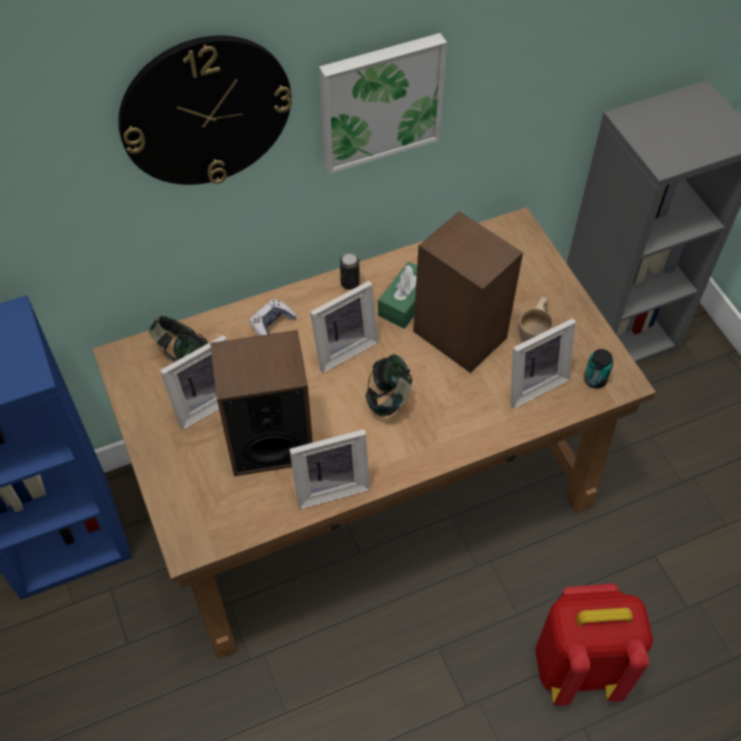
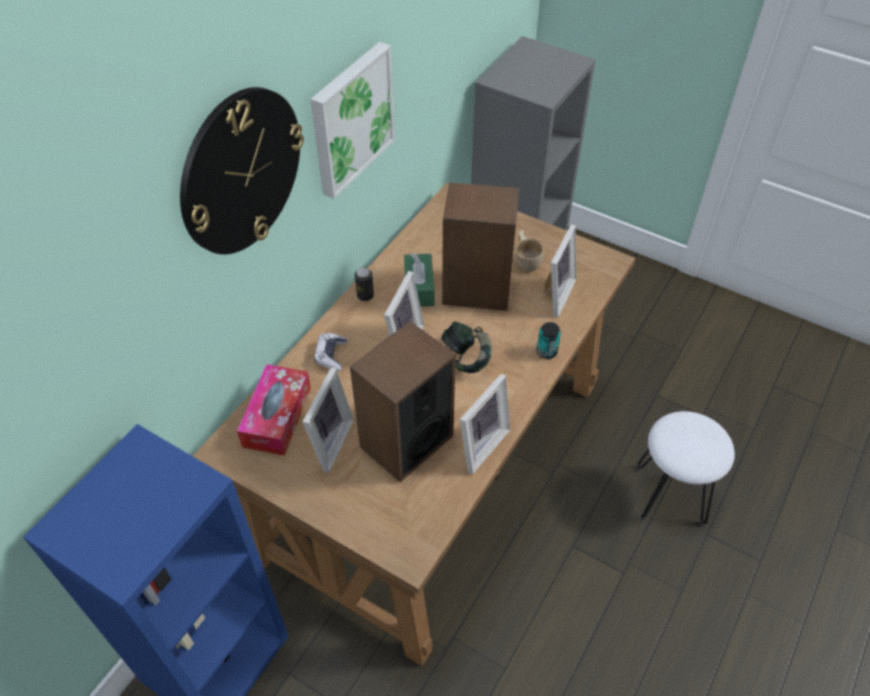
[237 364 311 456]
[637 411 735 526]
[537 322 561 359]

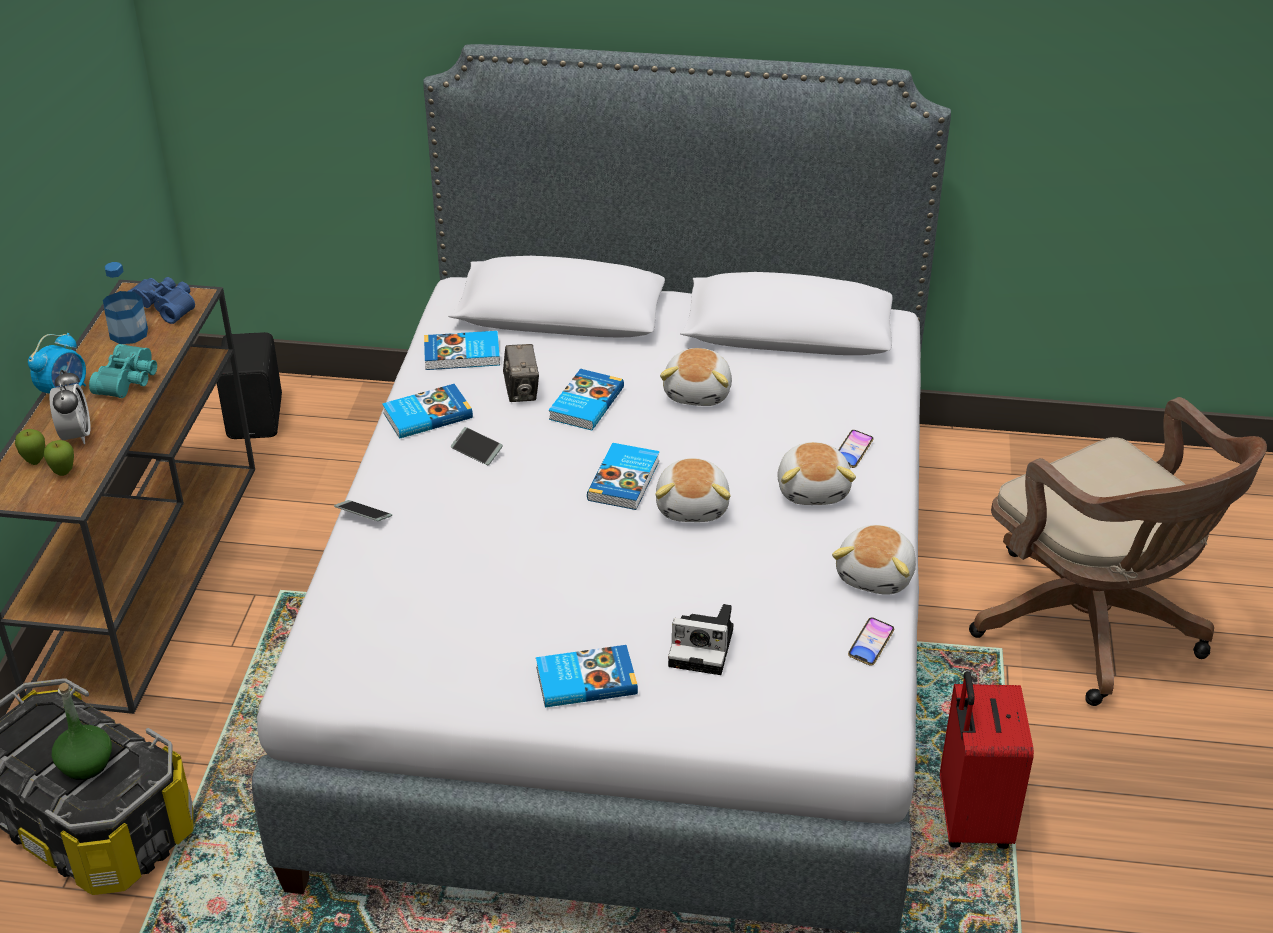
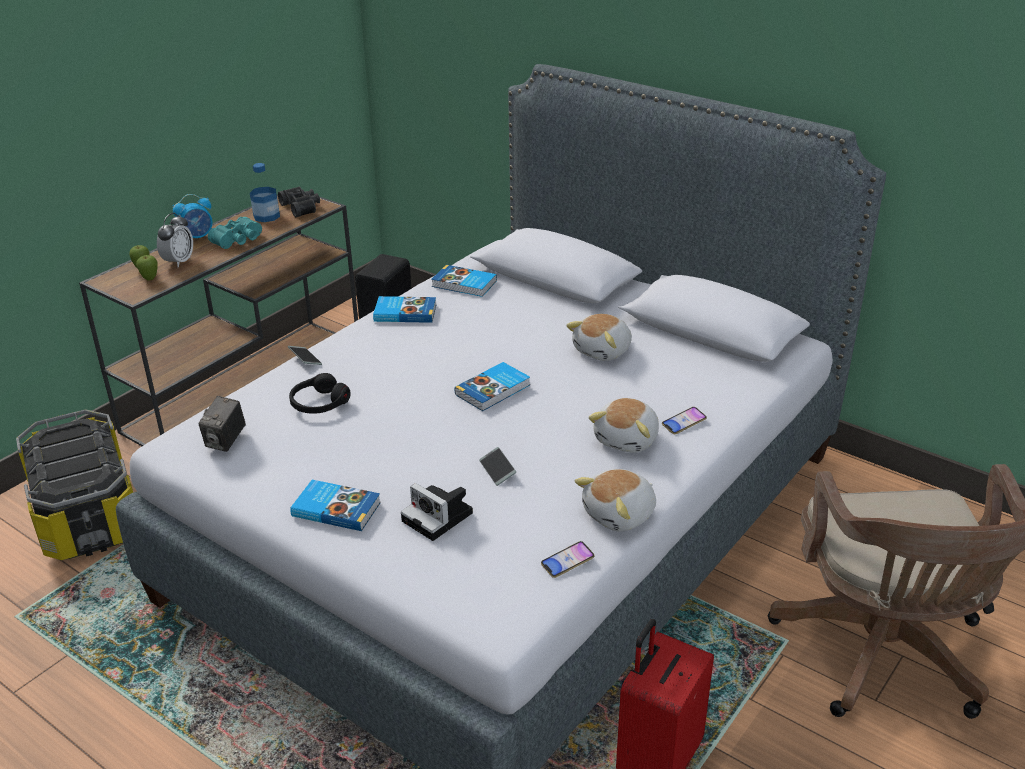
[52 683 112 780] (first image)
[278 186 320 217]
[479 447 516 486]
[199 396 246 452]
[549 369 624 431] (first image)
[655 458 731 522] (first image)
[289 373 351 414]

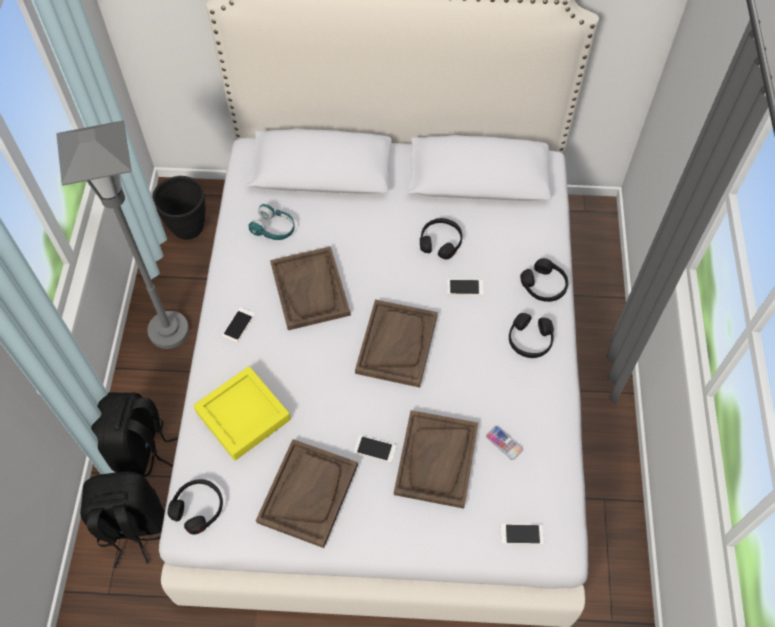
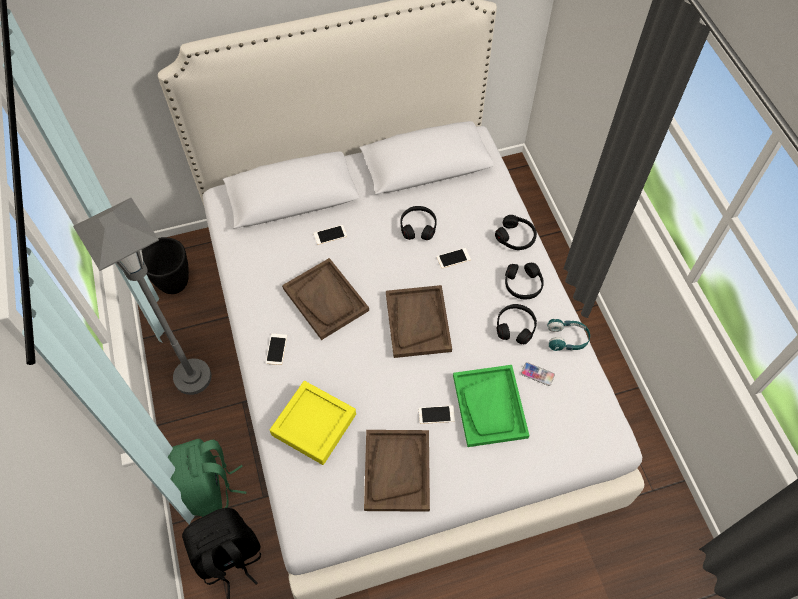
[168 439 246 517]
[497 304 537 345]
[547 319 590 351]
[453 365 530 447]
[314 225 347 245]

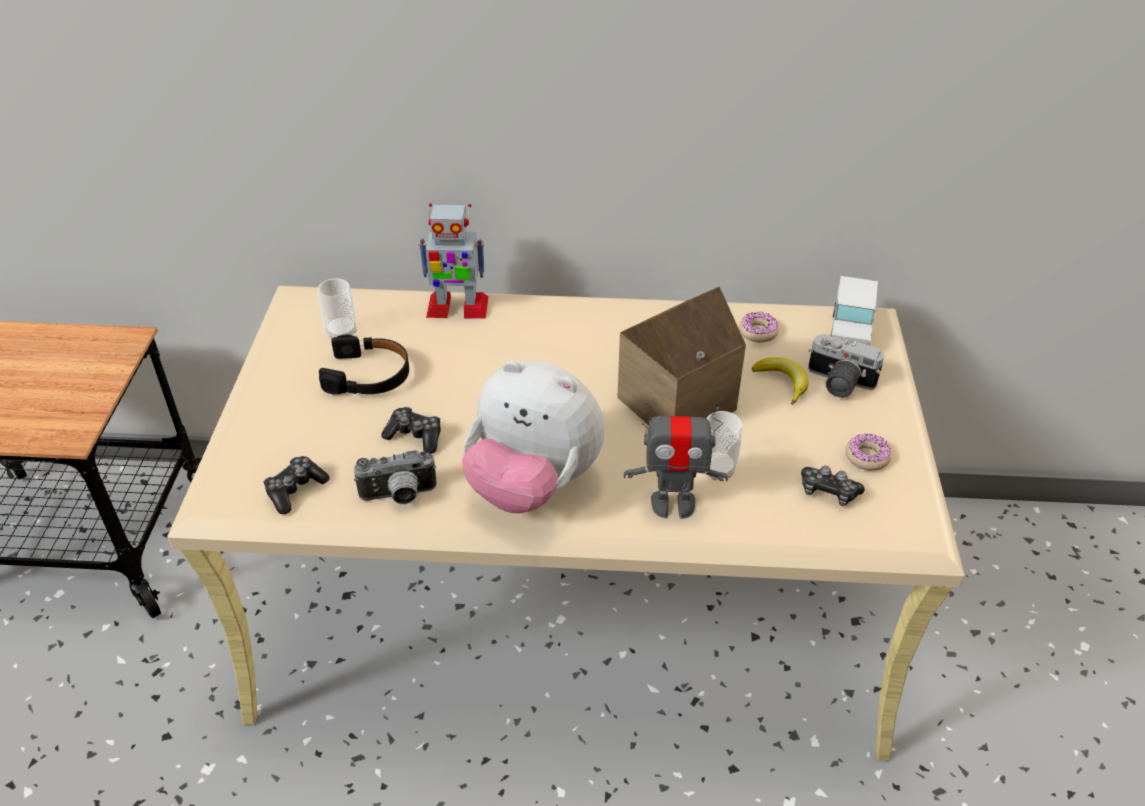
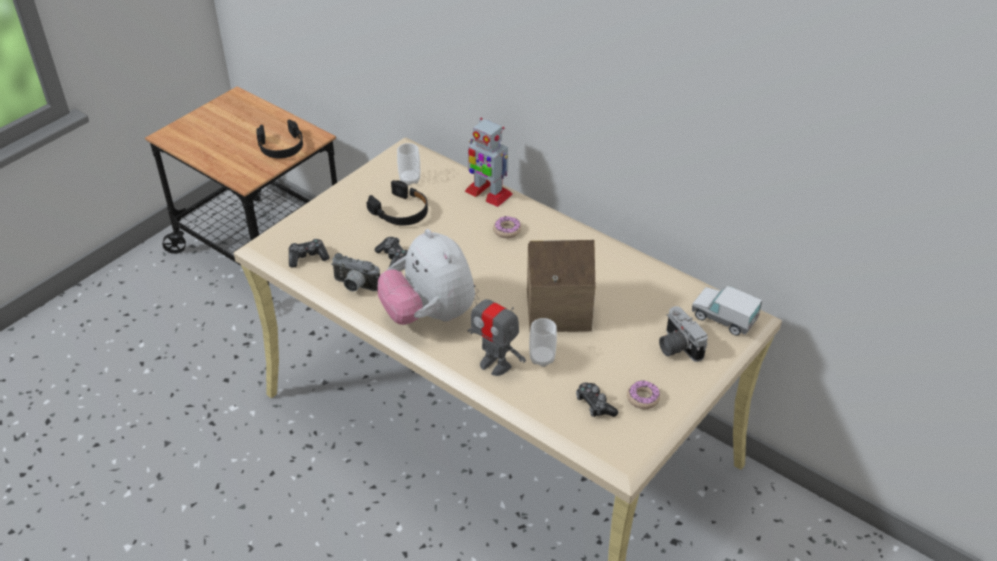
[493 216 521 238]
[752 357 808 405] (first image)
[692 286 762 336]
[256 119 303 159]

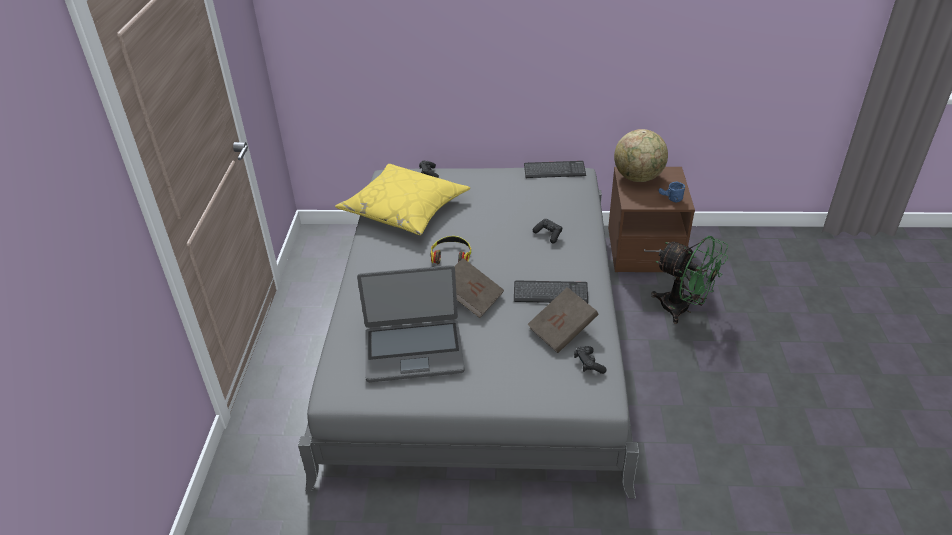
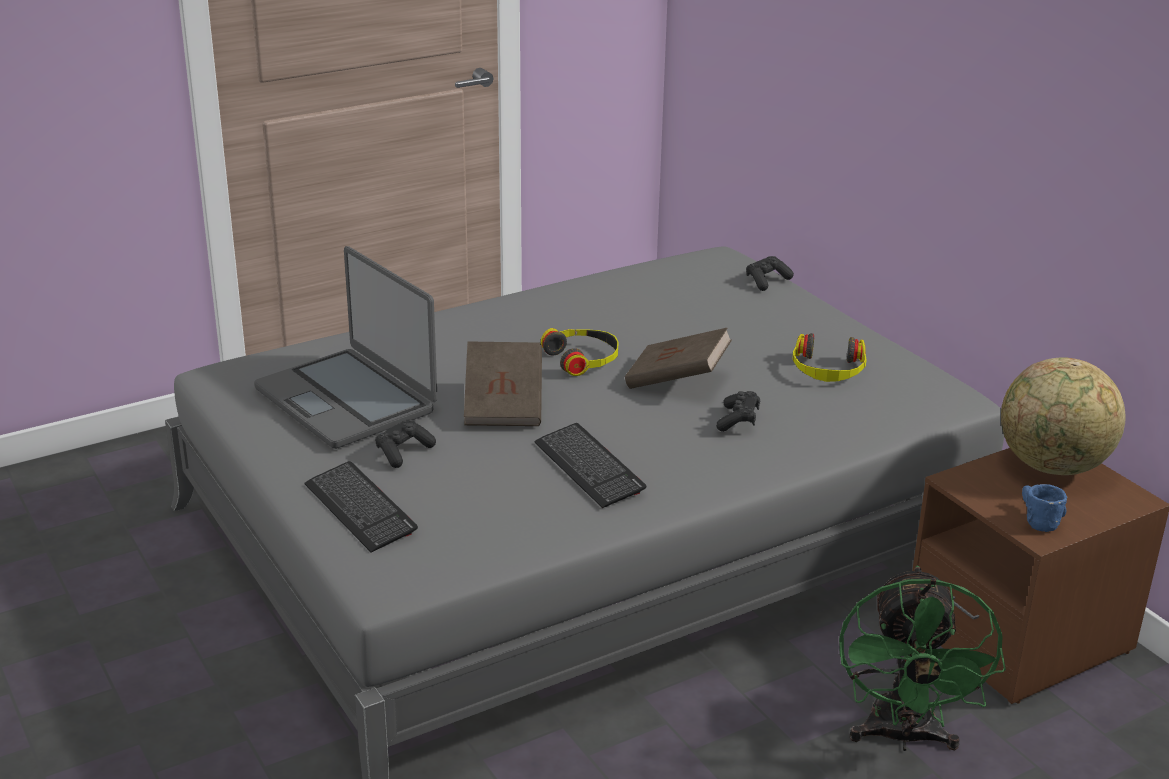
[335 164 470 235] (first image)
[305 461 418 552]
[625 328 732 389]
[375 420 436 468]
[792 333 867 382]

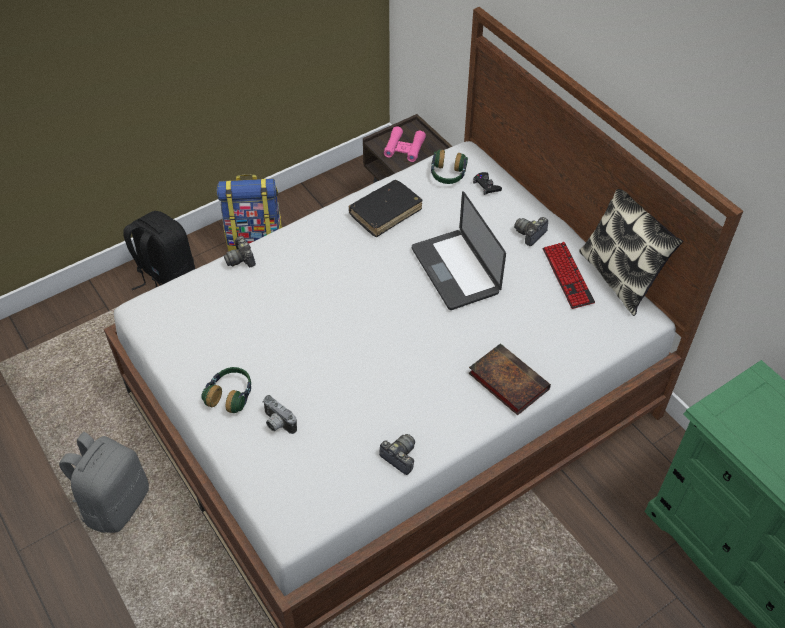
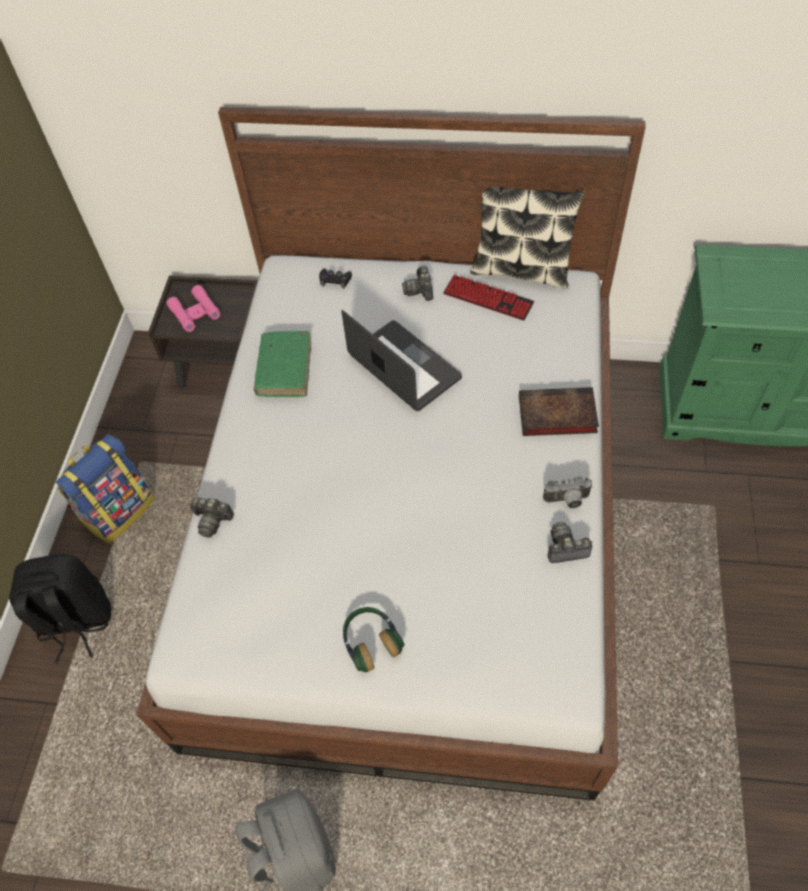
[543 476 593 508]
[254 331 311 397]
[341 310 462 411]
[431 150 468 184] (first image)

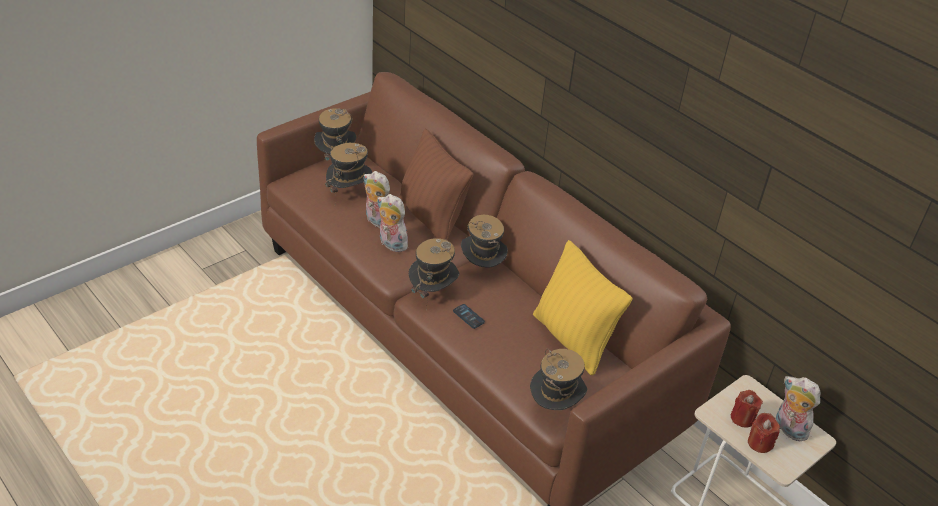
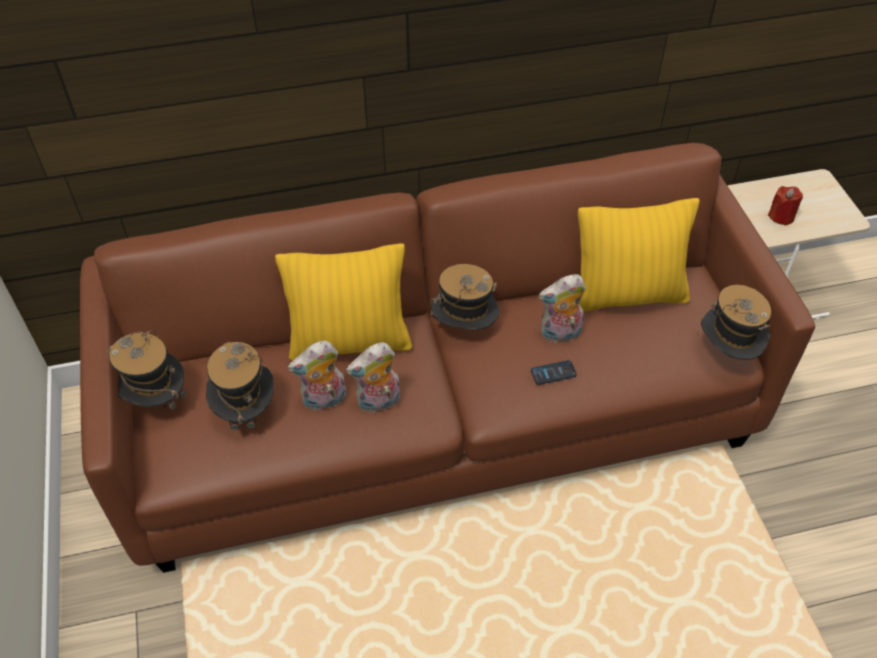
[275 243 412 361]
[408 238 460 311] (first image)
[748 413 780 453] (first image)
[539 274 586 343]

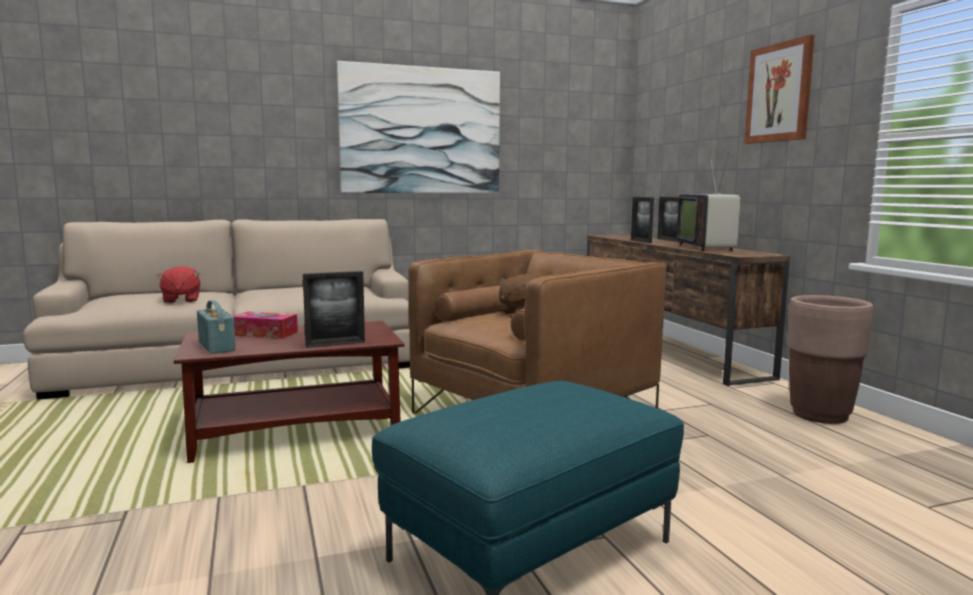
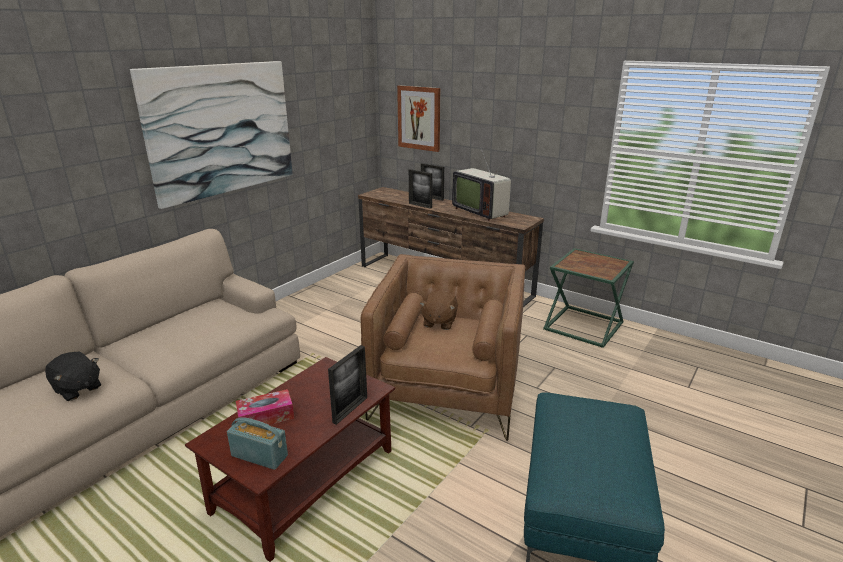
[45 352 101 401]
[397 85 440 152]
[543 248 634 348]

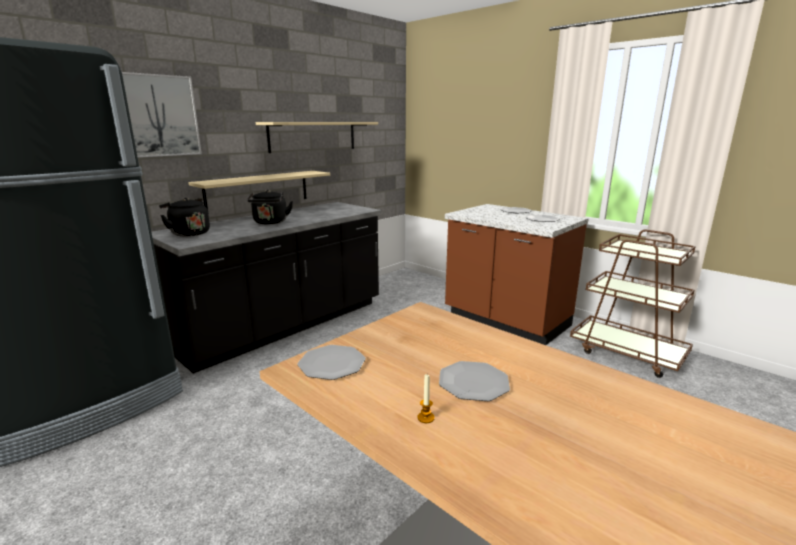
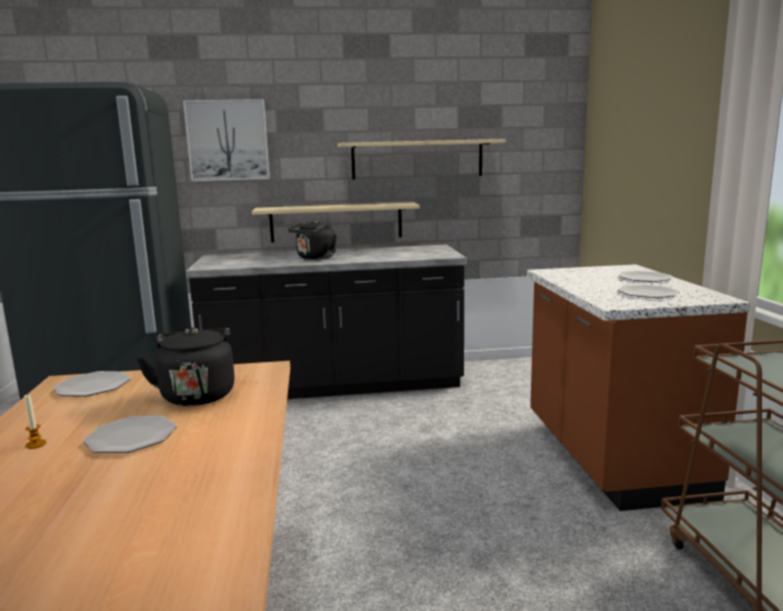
[137 328 235 406]

